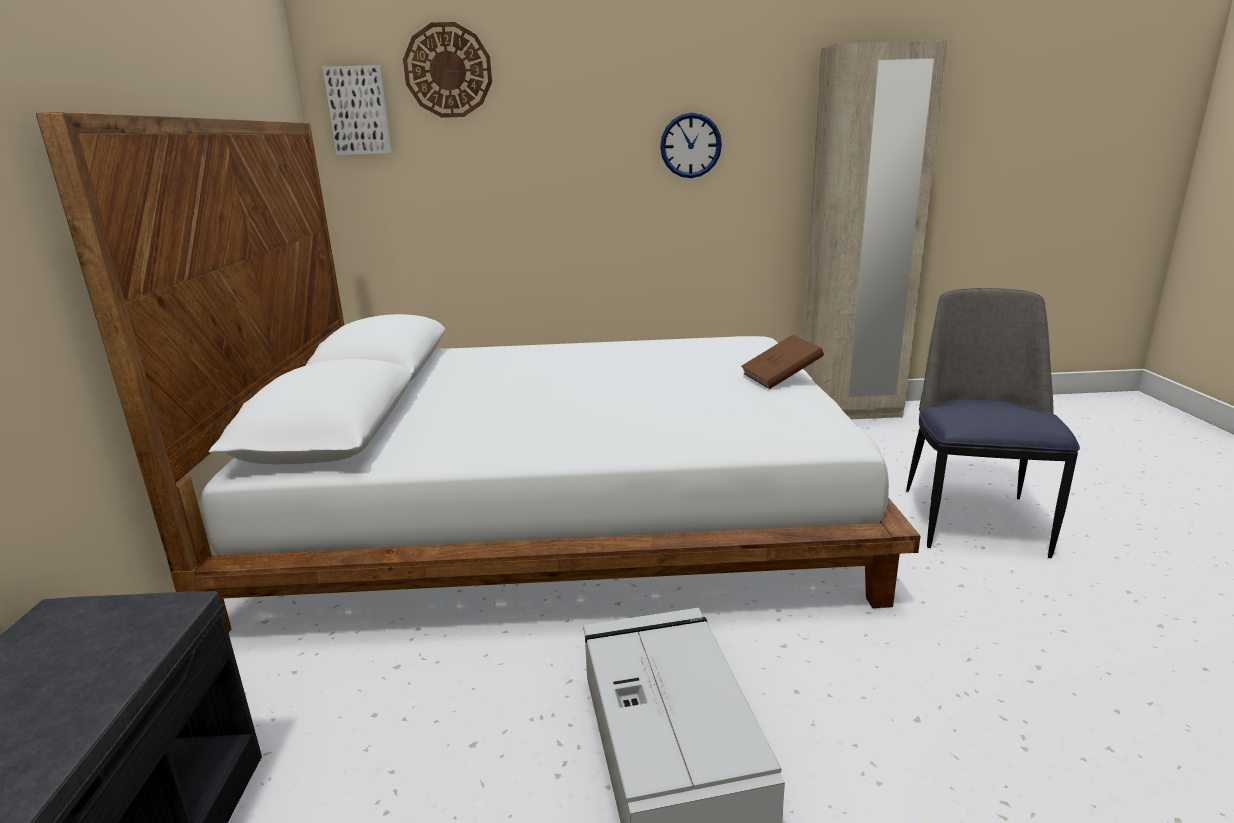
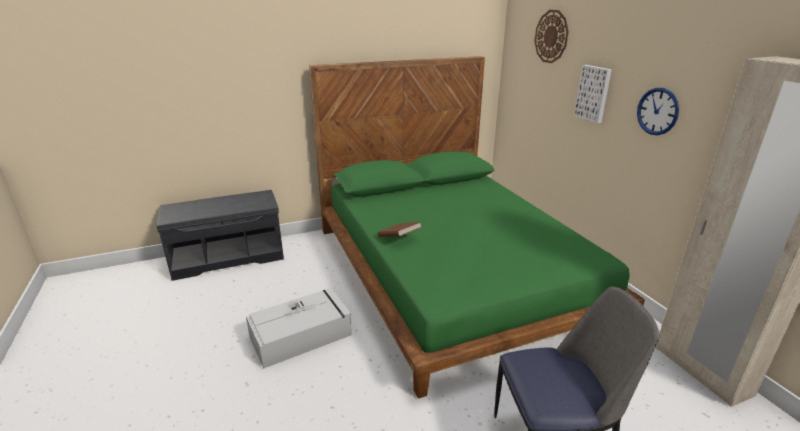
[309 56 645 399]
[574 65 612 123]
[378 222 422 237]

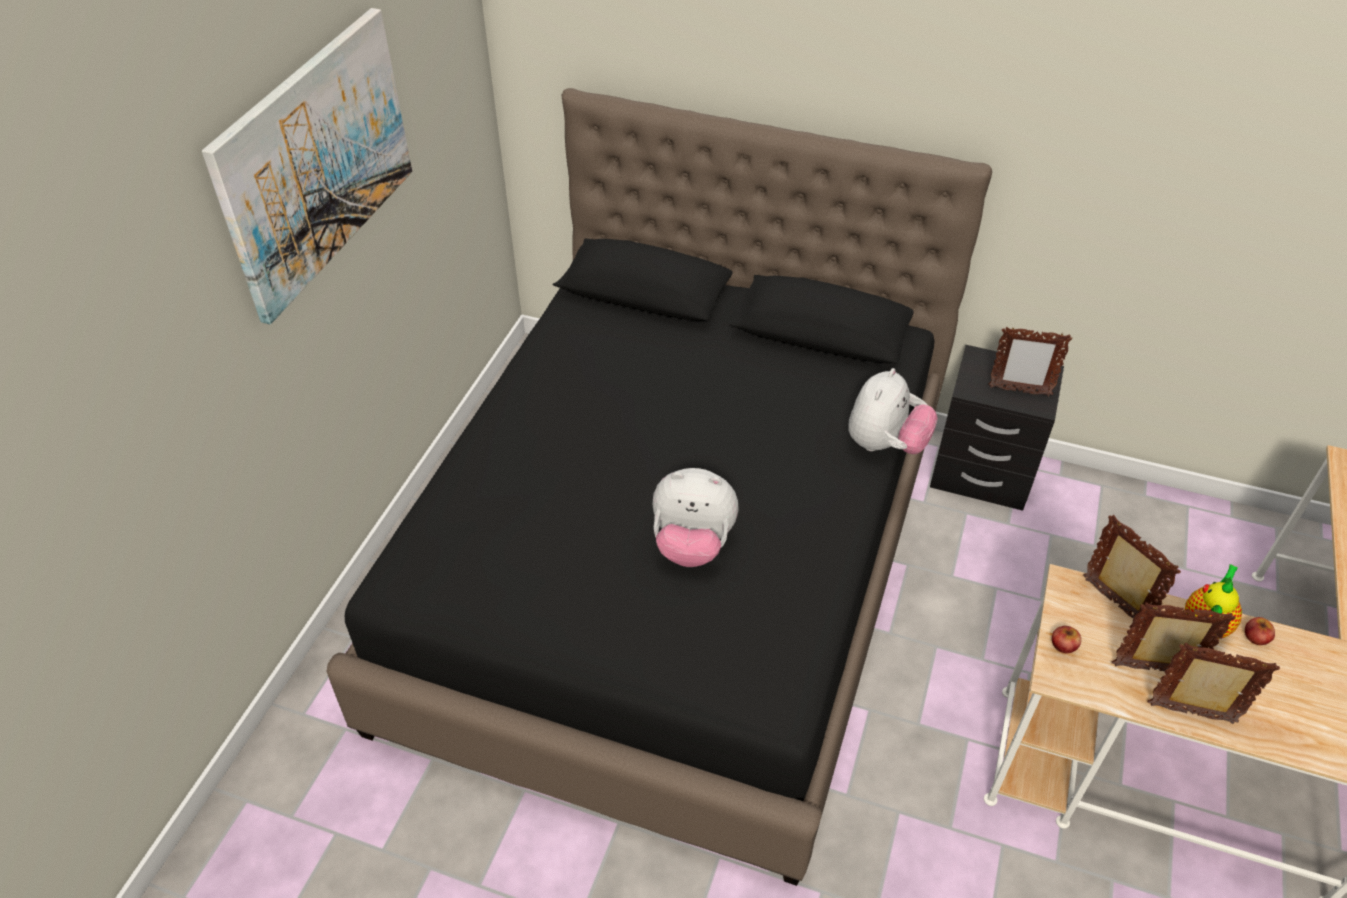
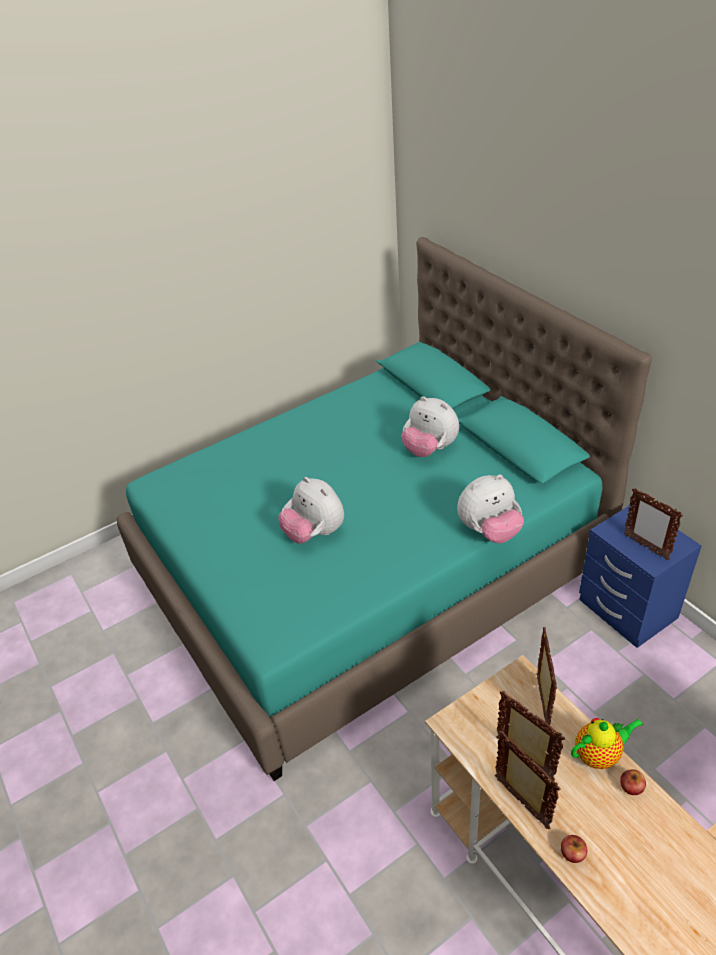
[202 8 412 324] (first image)
[116 237 652 781]
[579 506 701 648]
[561 835 587 863]
[401 396 459 457]

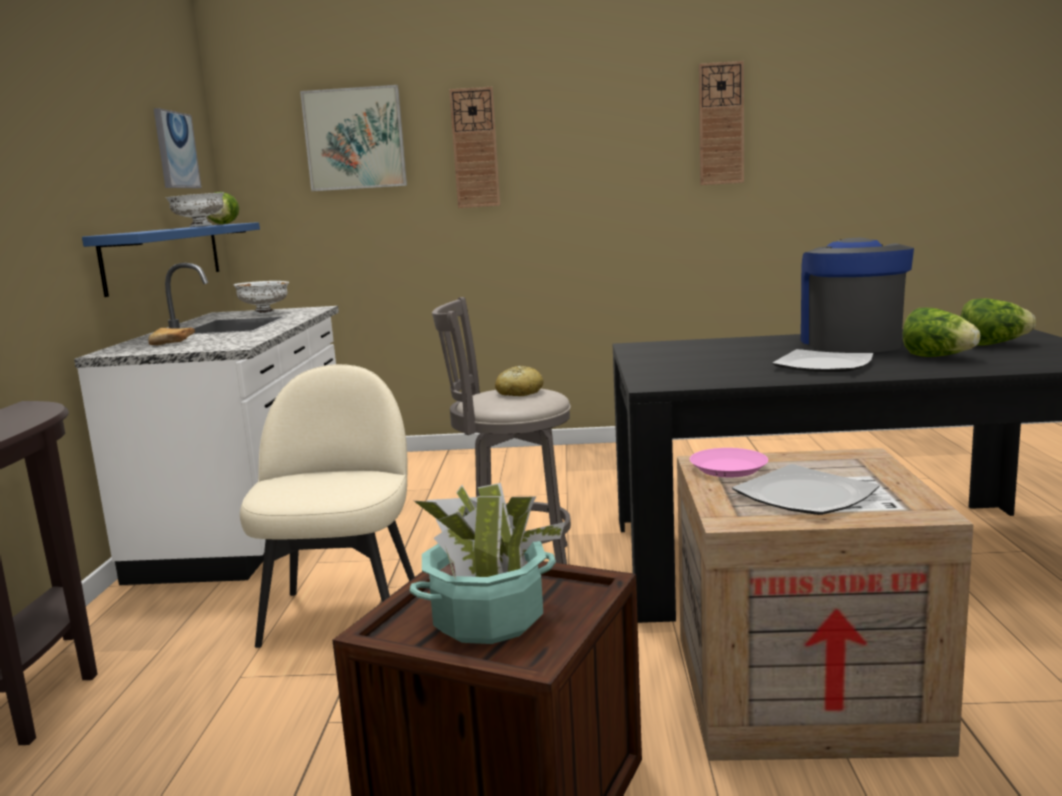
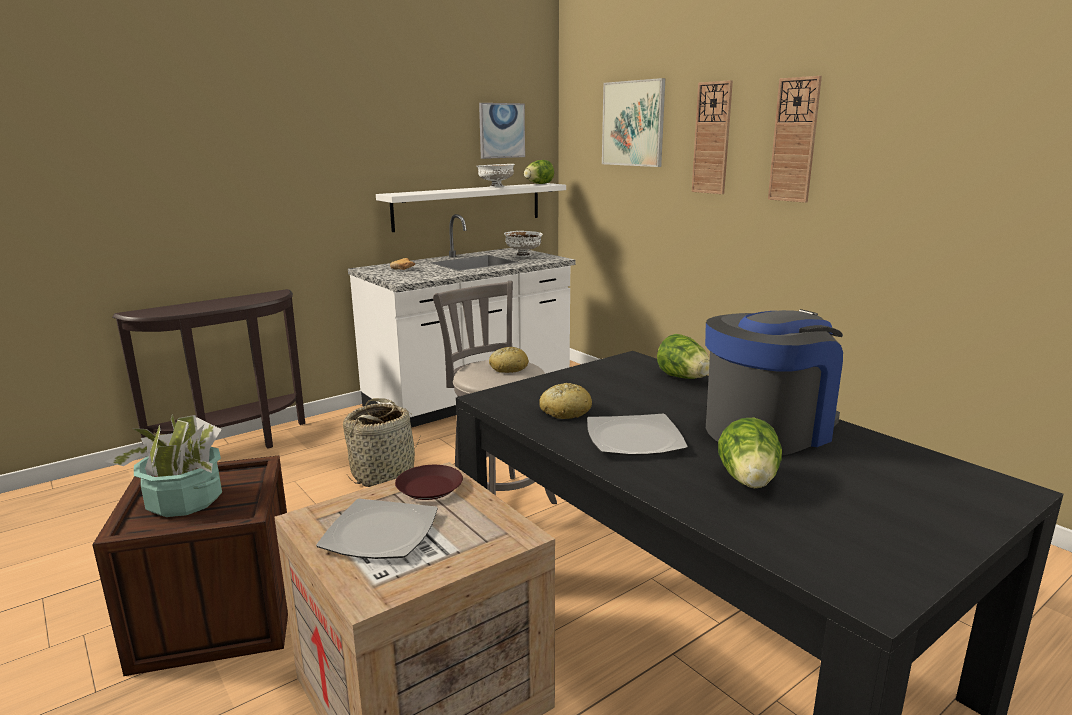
[376 183 566 232]
[343 398 421 487]
[395 465 463 500]
[768 76 822 203]
[657 334 710 379]
[539 383 592 419]

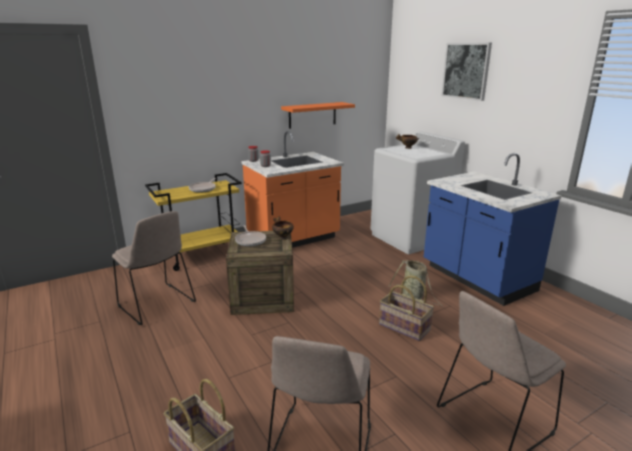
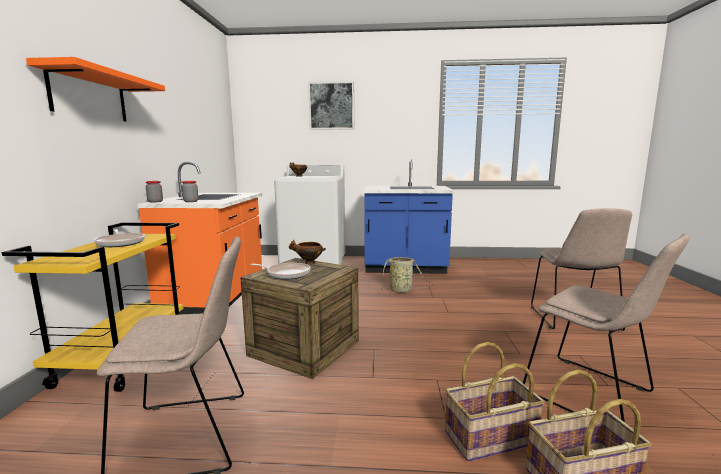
[26 57 165 122]
[445 342 545 462]

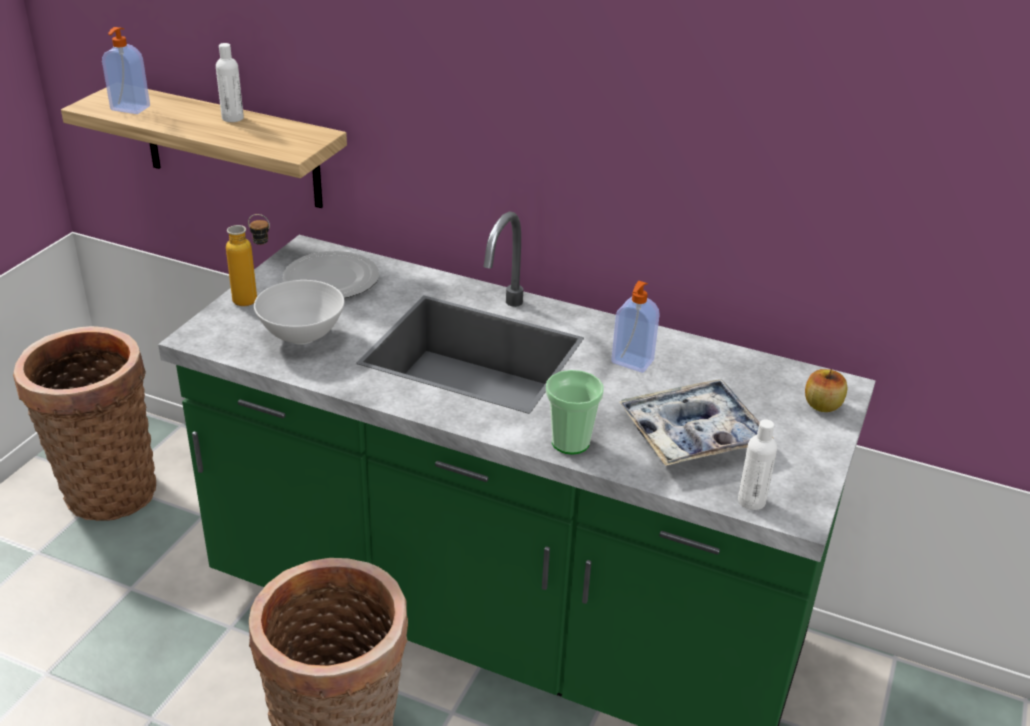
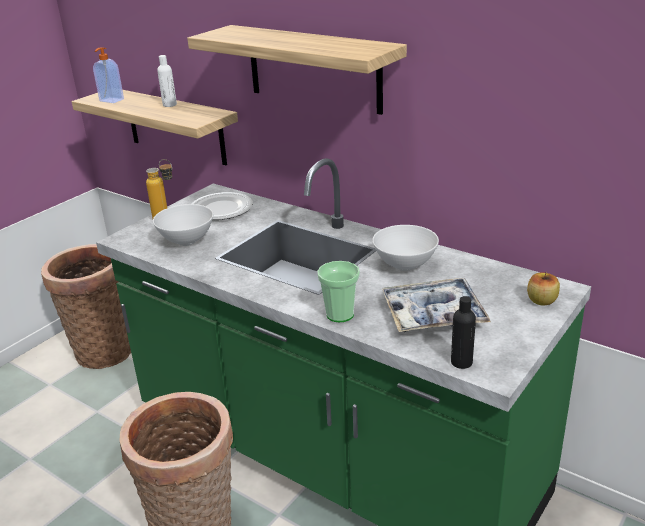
[372 225 439 271]
[451 296 476 369]
[187 25 407 115]

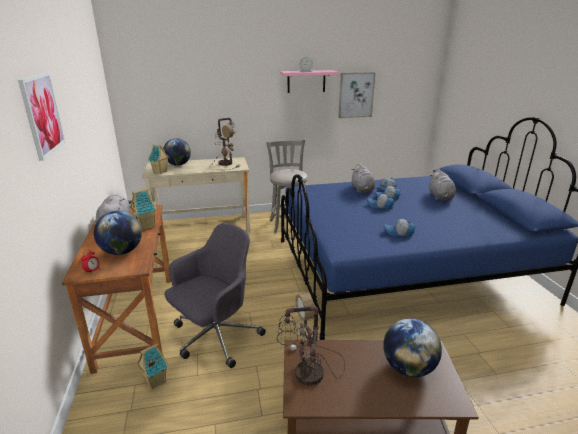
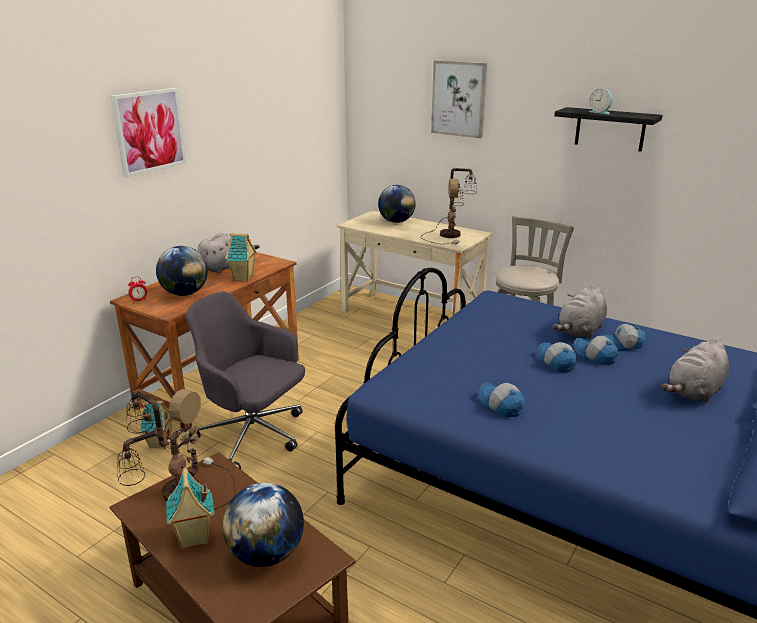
[166 467 215 549]
[186 292 305 469]
[554 107 663 152]
[431 60 487 138]

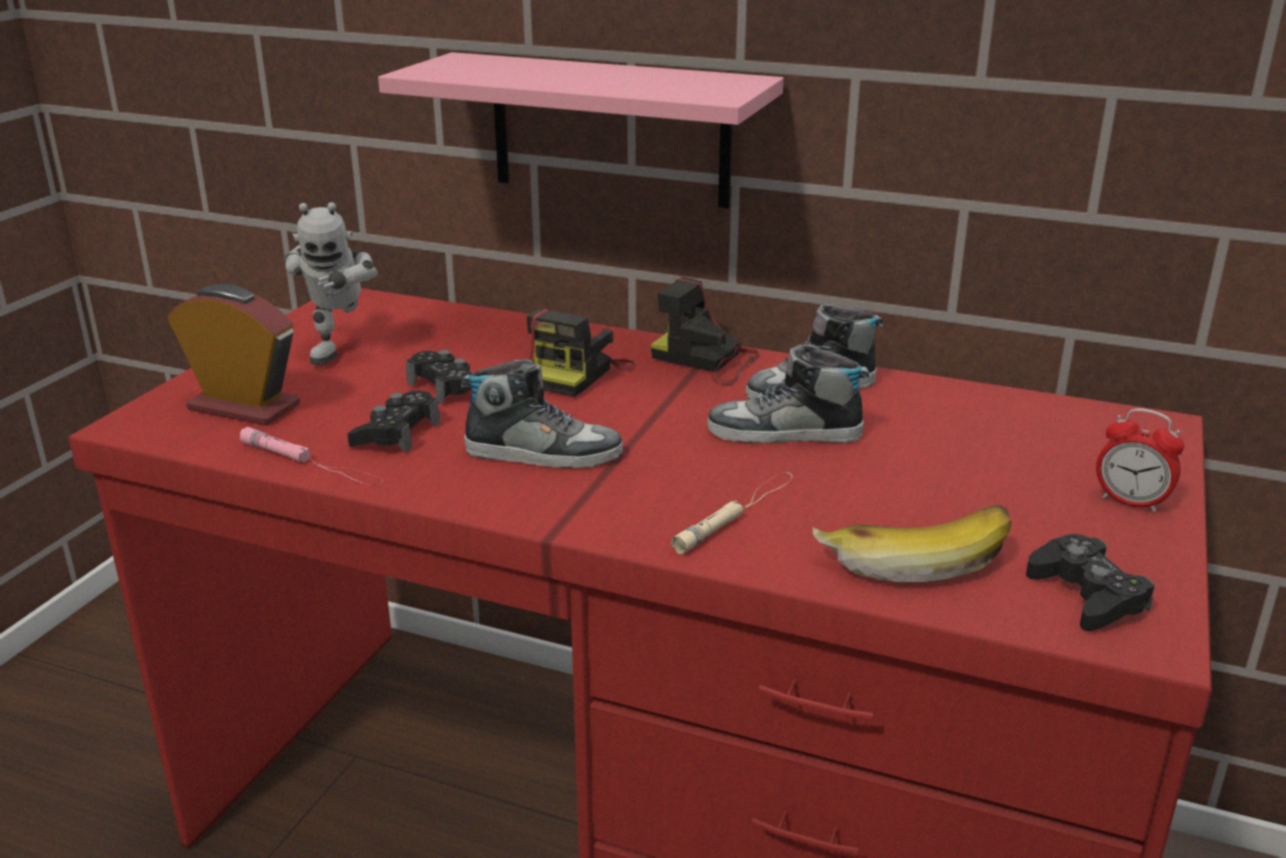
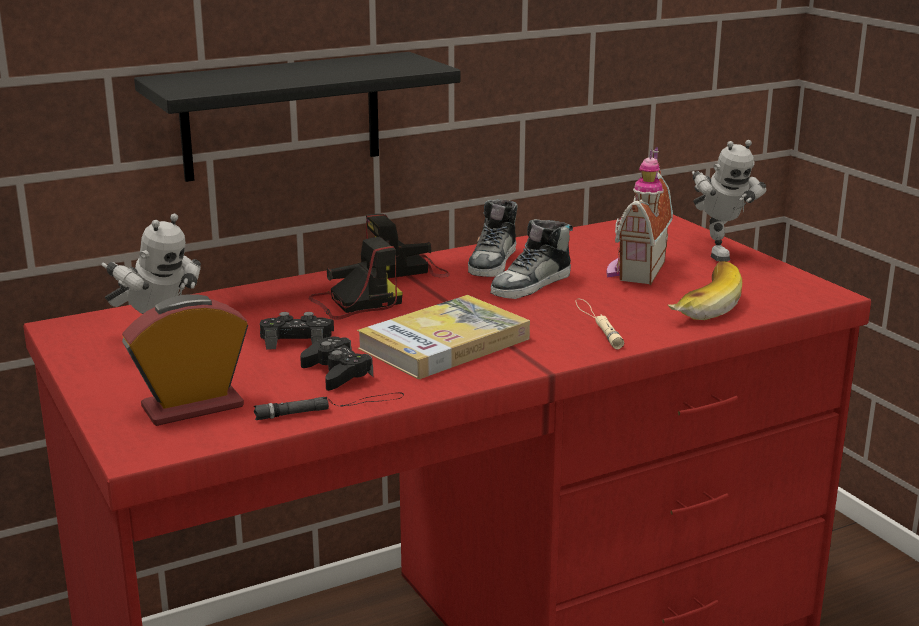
[254 393 404 420]
[134 52 460 182]
[357 295 530 379]
[309 237 403 320]
[1026 534 1155 631] (first image)
[692 140 767 262]
[606 147 673 285]

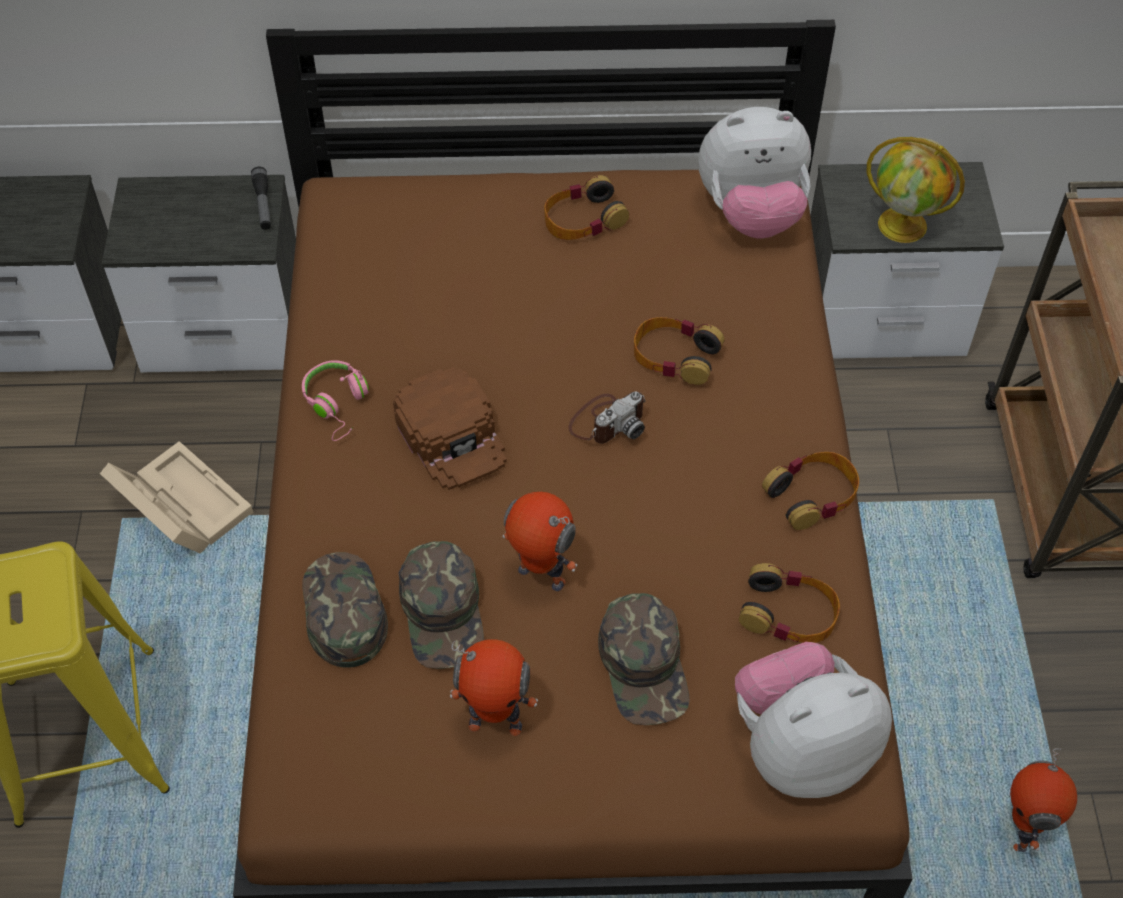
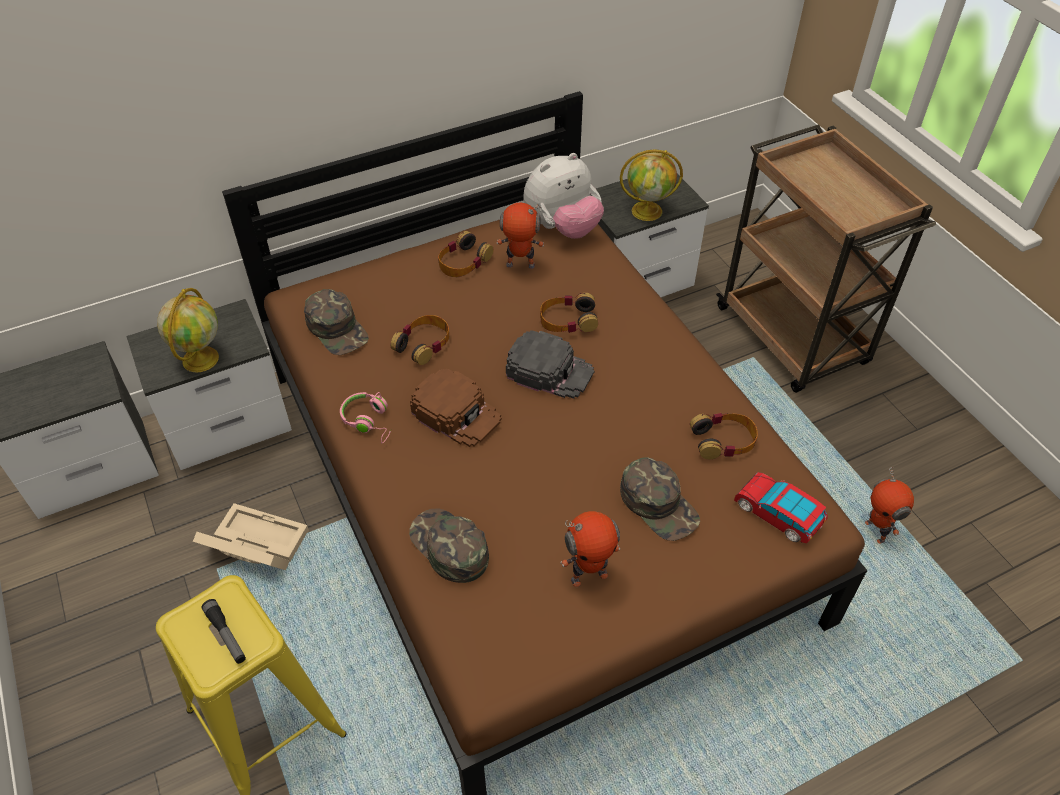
[201 599 246 664]
[304 289 369 355]
[496 203 544 269]
[506 330 595 399]
[734 472 828 543]
[391 315 449 365]
[157 288 219 372]

